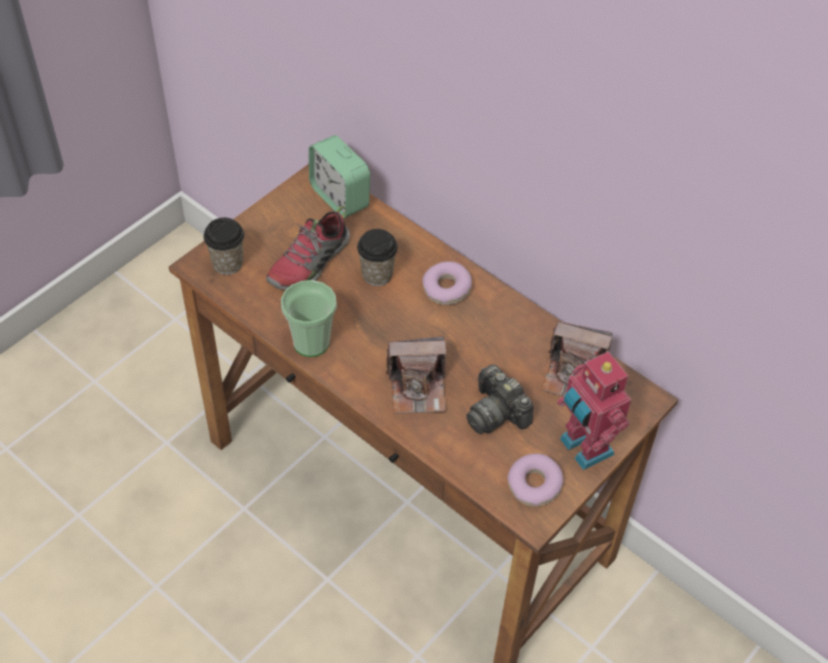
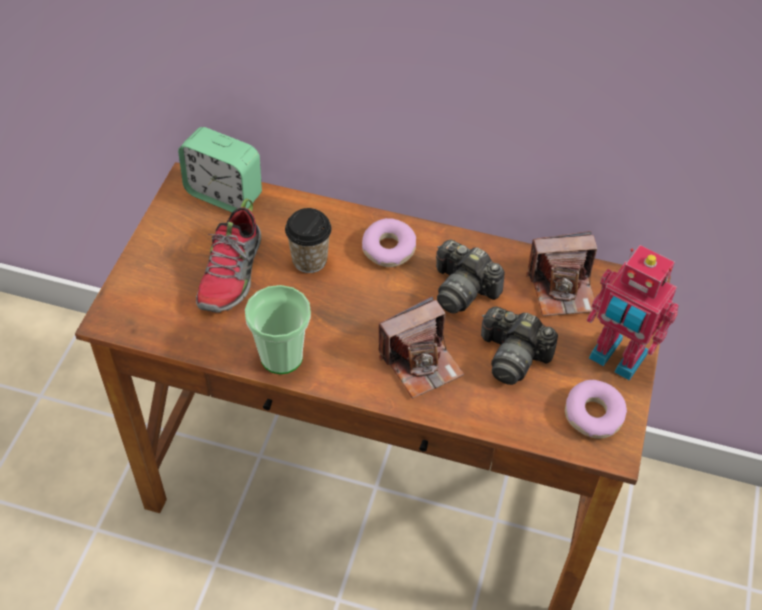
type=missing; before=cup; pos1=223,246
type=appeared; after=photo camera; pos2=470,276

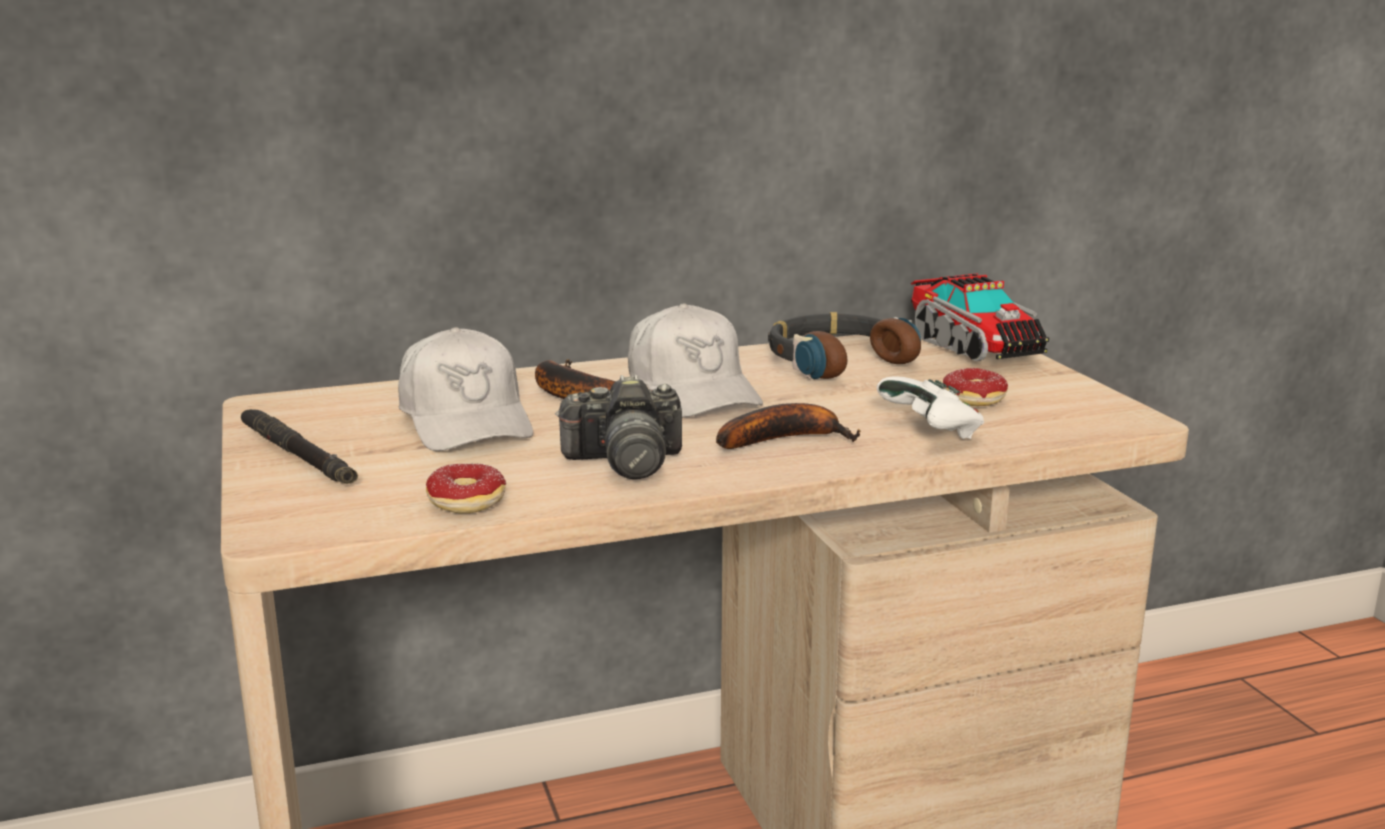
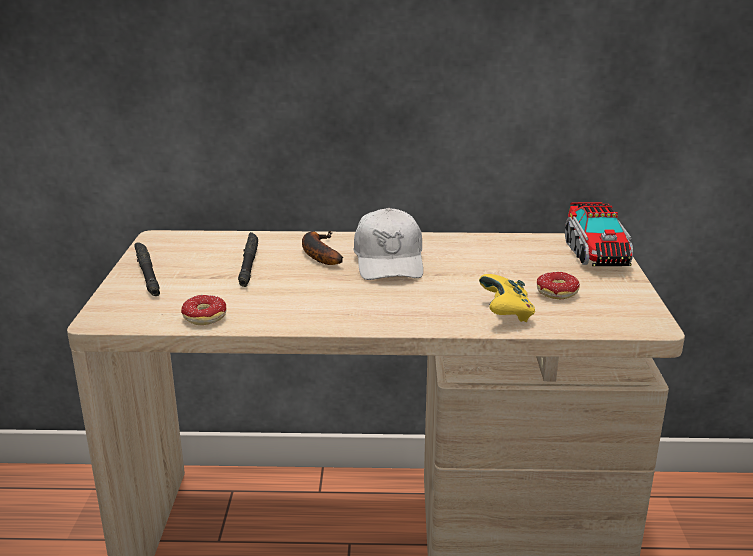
type=missing; before=photo camera; pos1=618,426
type=missing; before=banana; pos1=788,426
type=missing; before=headphones; pos1=844,345
type=exchanged; before=cap/white; after=flashlight/black; pos1=465,389; pos2=248,259
type=colour; before=game controller/white; after=game controller/yellow; pos1=930,407; pos2=507,298

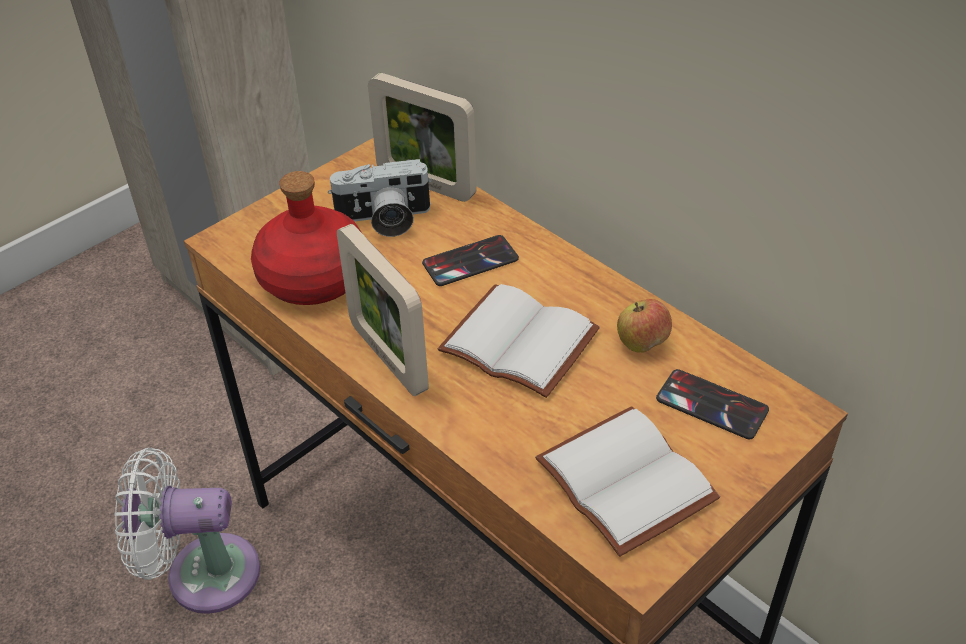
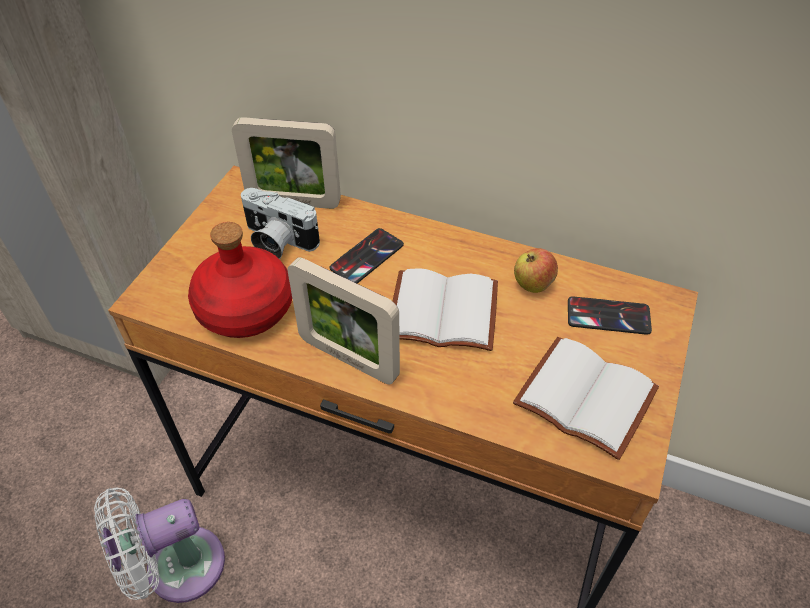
type=spun; before=photo camera; pos1=380,198; pos2=280,223; turn=60

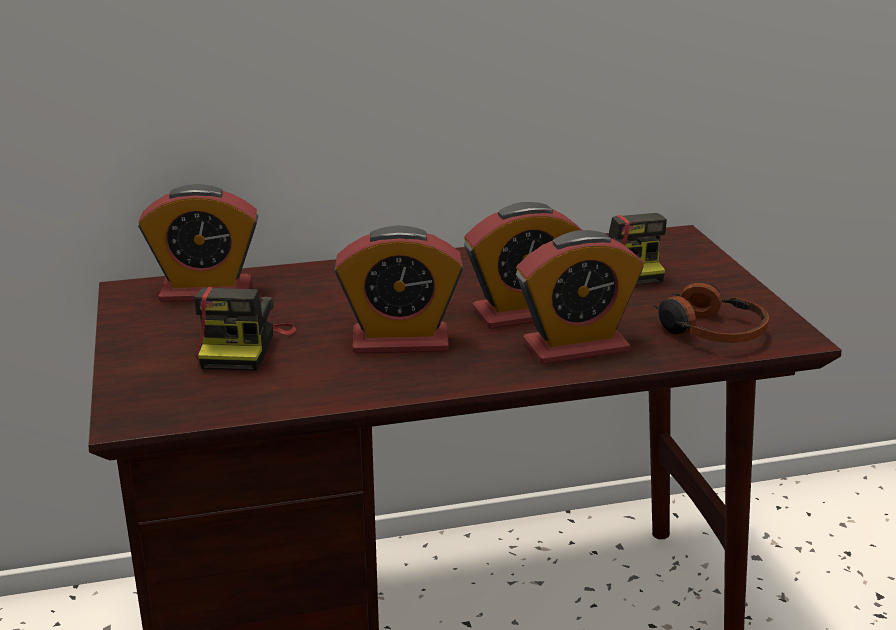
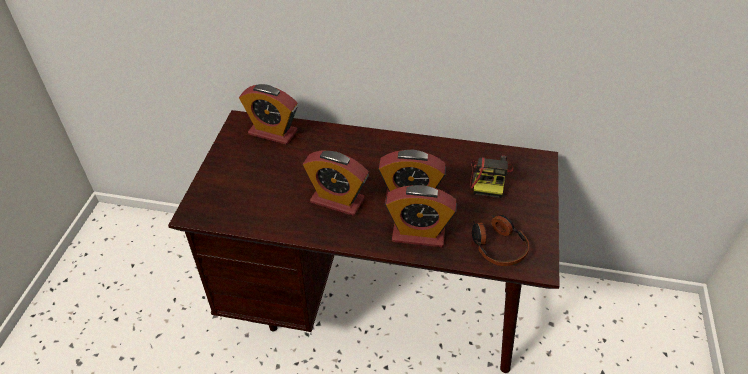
type=missing; before=photo camera; pos1=245,329

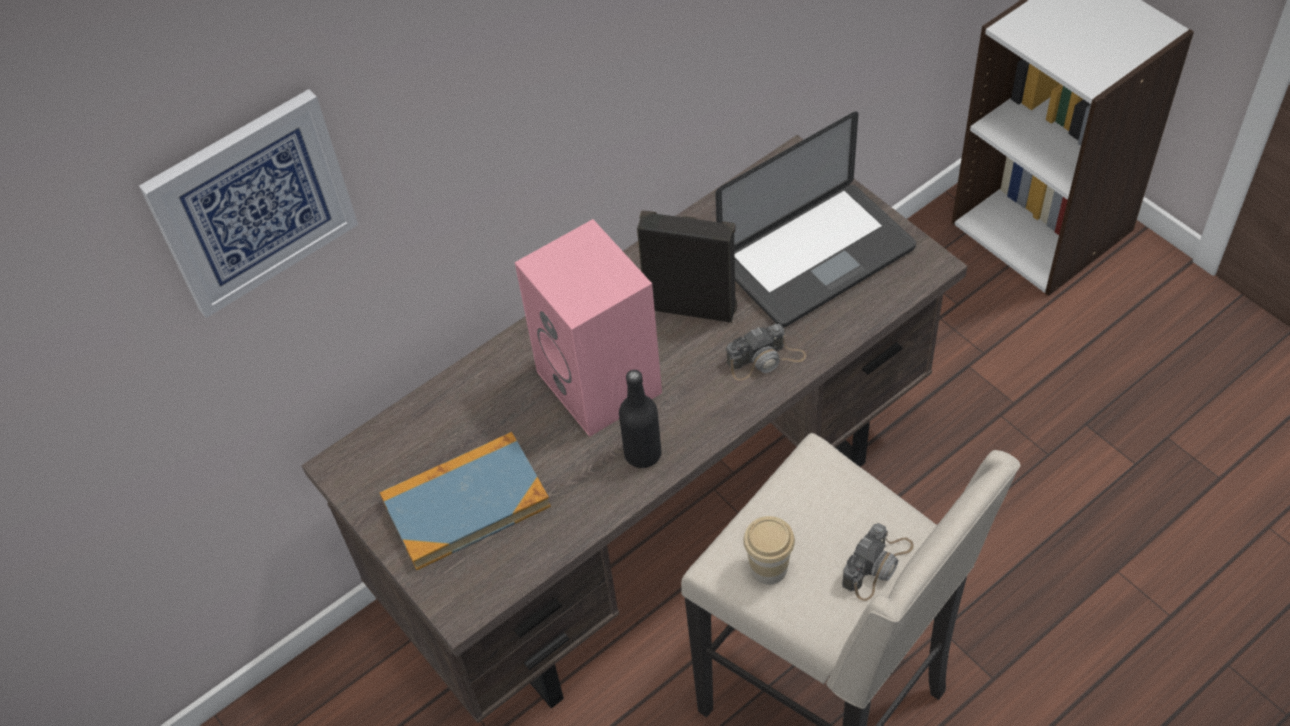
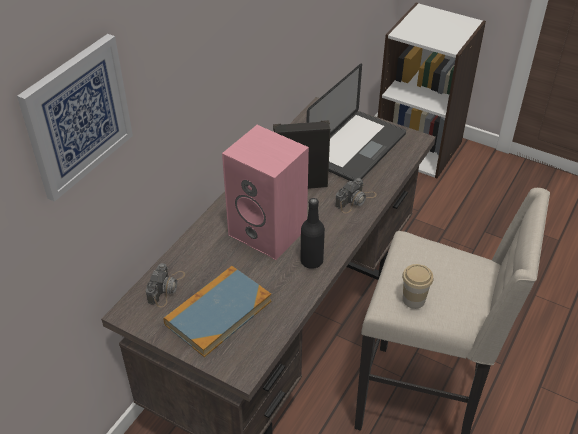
type=relocated; before=photo camera; pos1=878,562; pos2=165,285

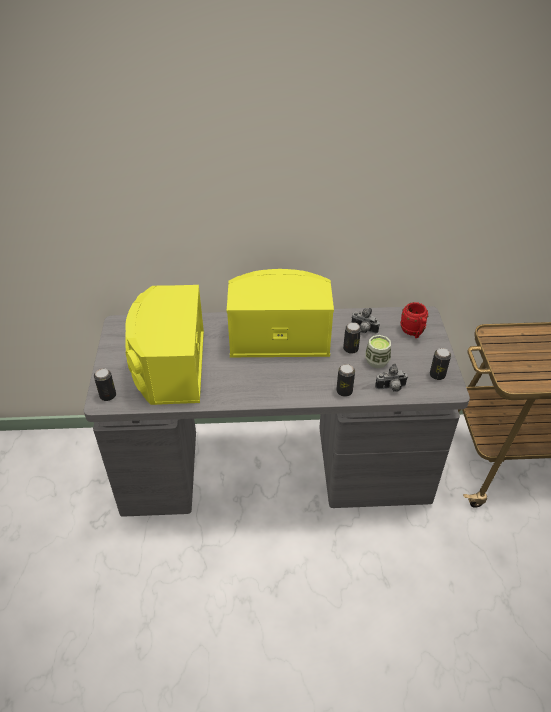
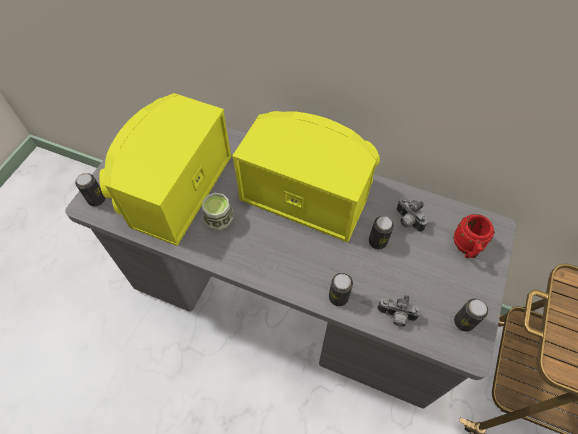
type=relocated; before=cup; pos1=378,351; pos2=217,211

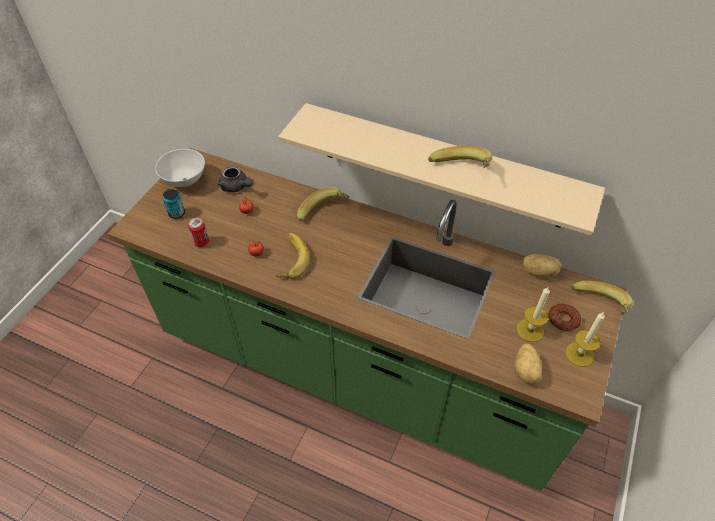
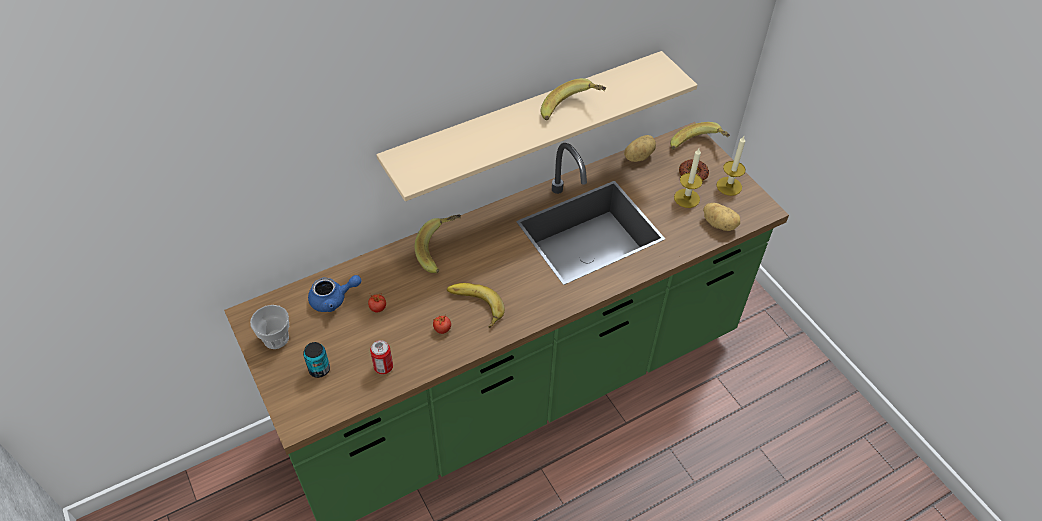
type=exchanged; before=bowl/white; after=cup; pos1=180,168; pos2=269,327
type=colour; before=teapot/grey; after=teapot/blue; pos1=235,179; pos2=335,293

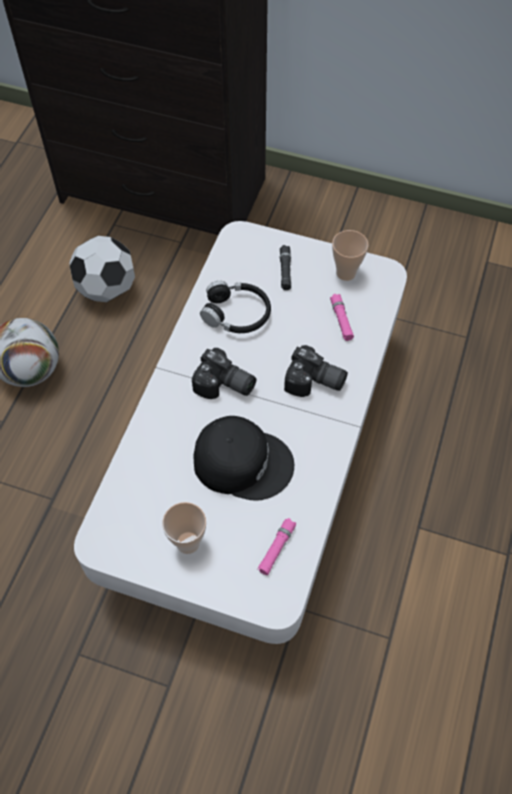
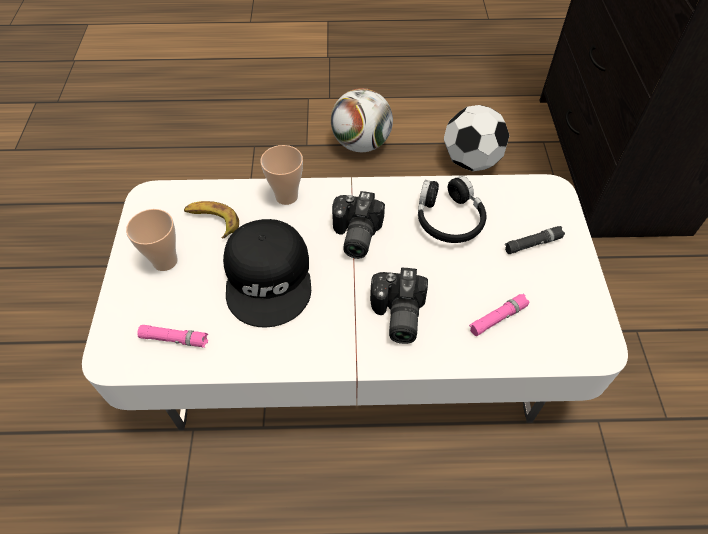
type=appeared; after=banana; pos2=211,219
type=relocated; before=cup; pos1=350,255; pos2=282,175

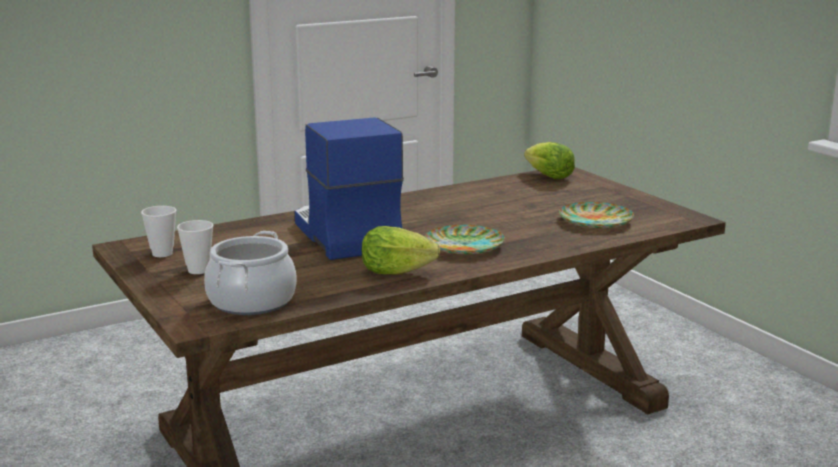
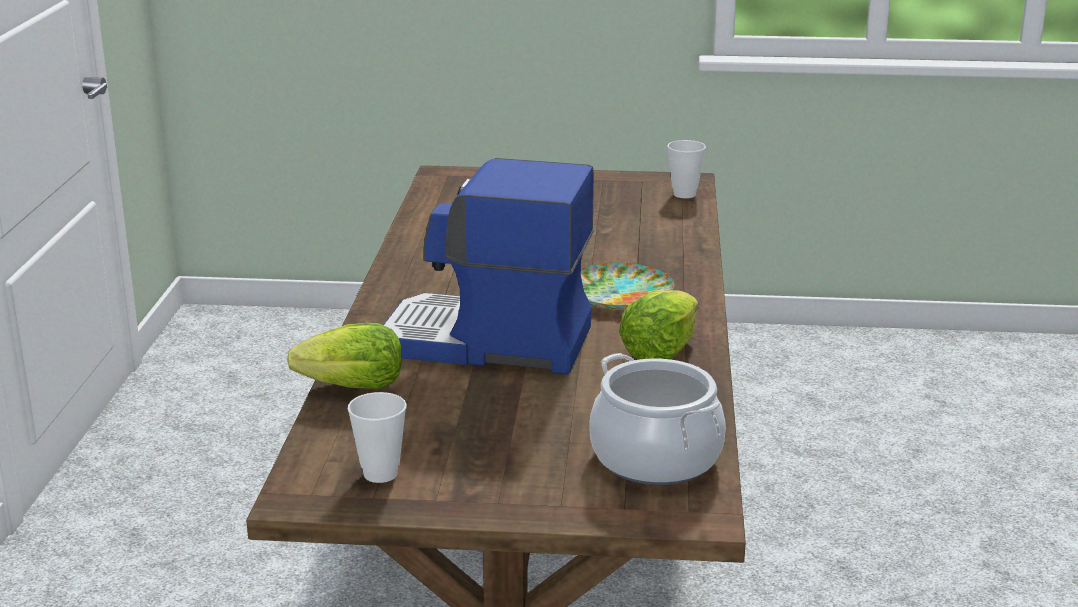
type=missing; before=plate; pos1=596,215
type=relocated; before=cup; pos1=195,247; pos2=686,169
type=relocated; before=lettuce; pos1=549,160; pos2=344,356

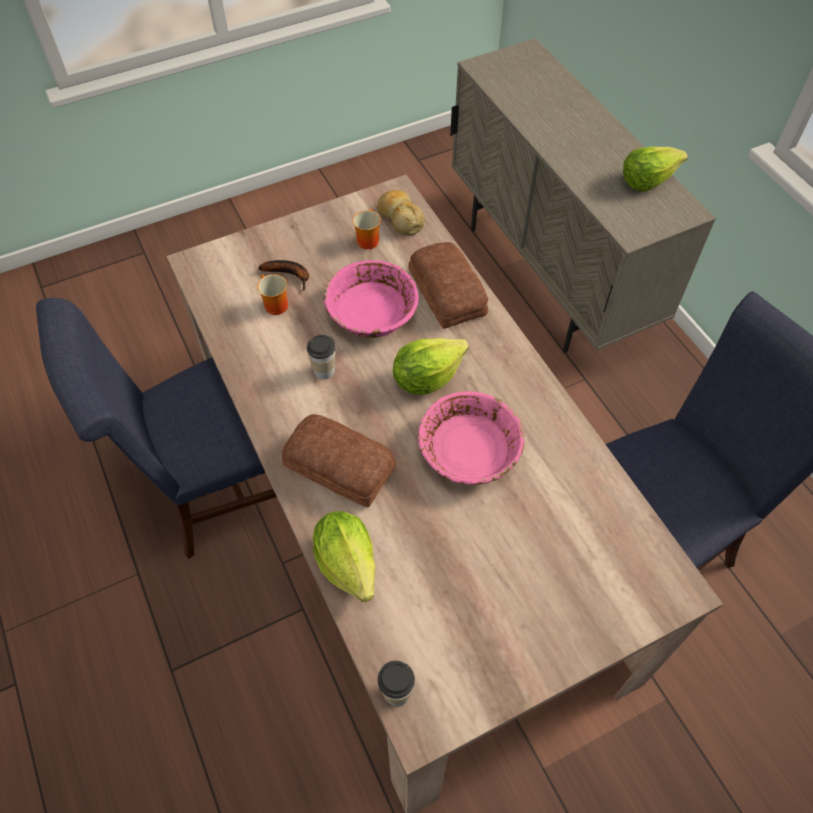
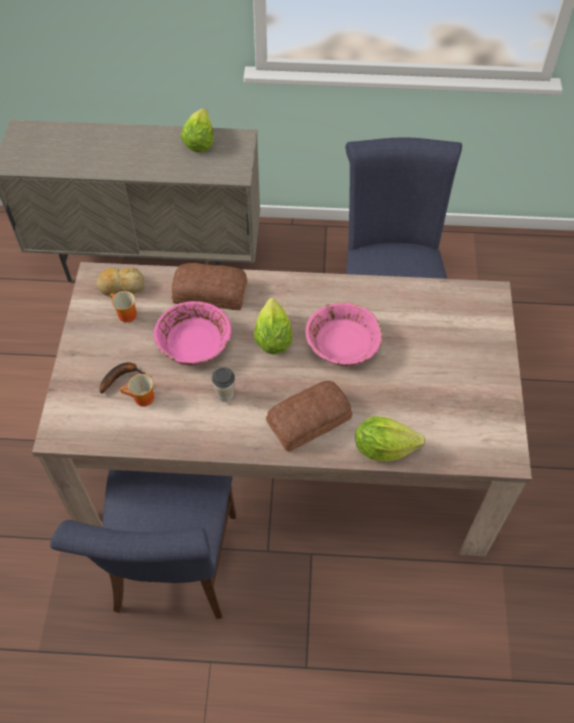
type=missing; before=cup; pos1=396,684

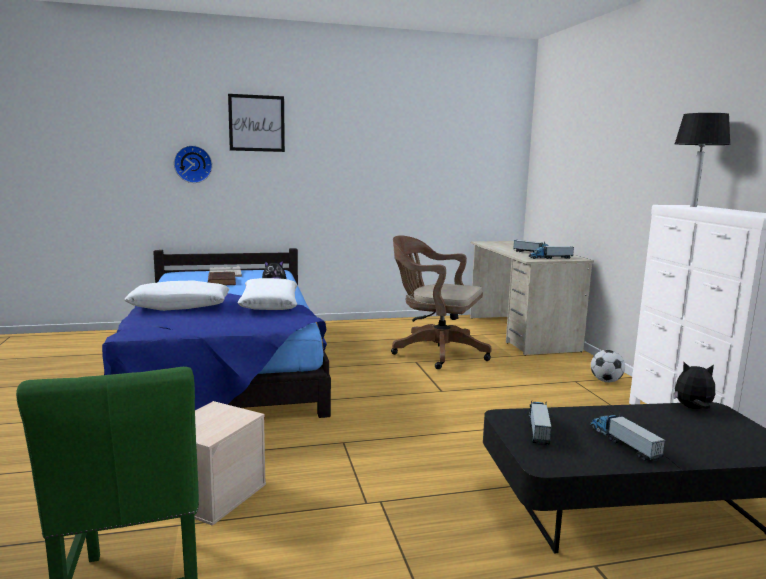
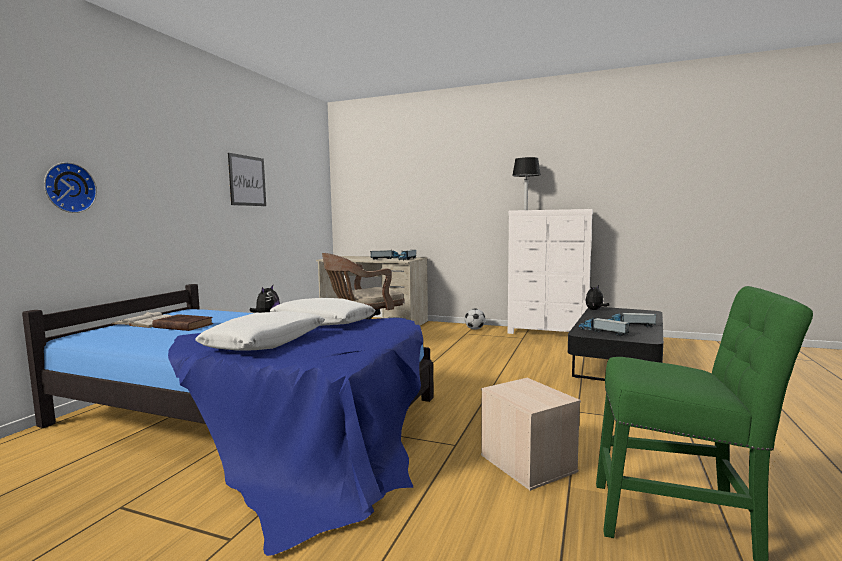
type=relocated; before=picture; pos1=256,123; pos2=247,179

